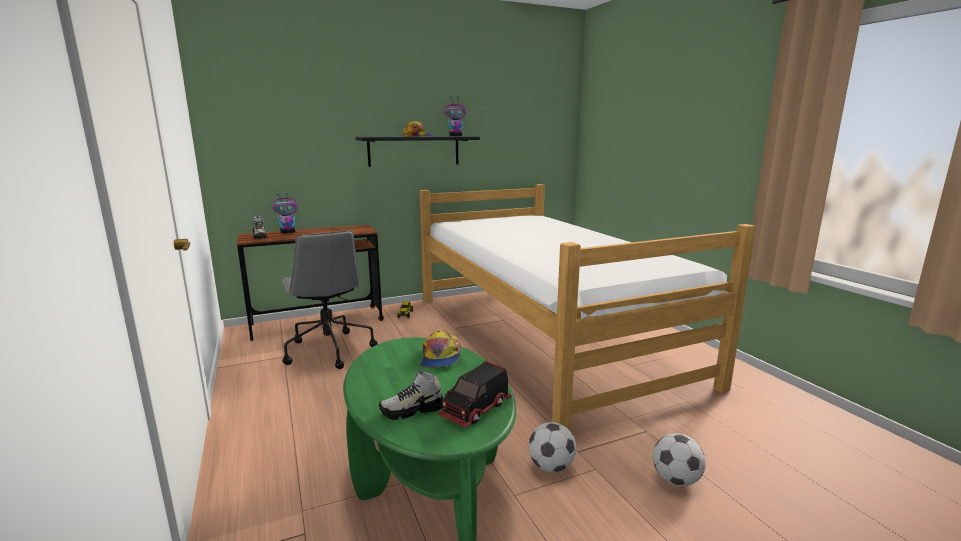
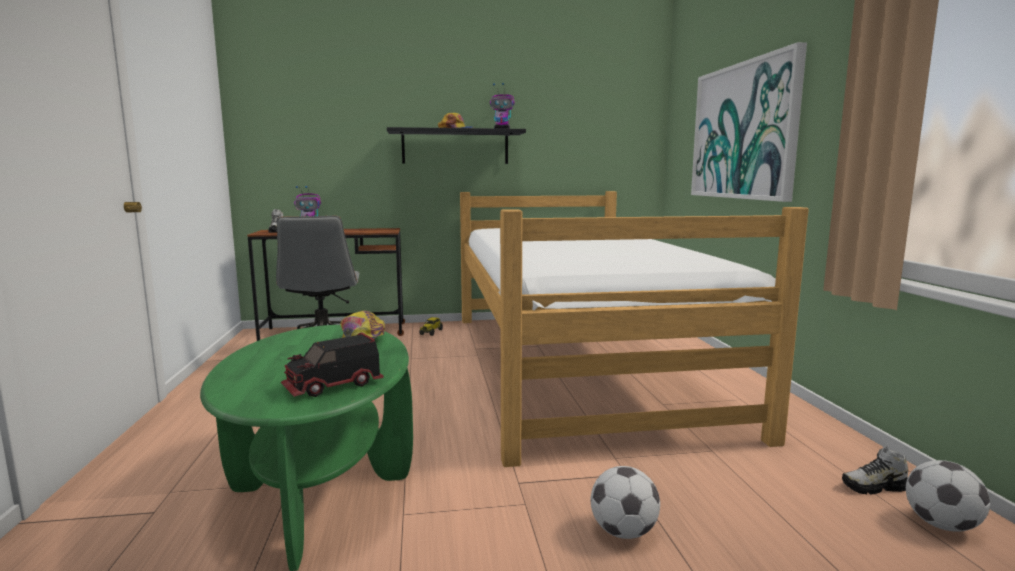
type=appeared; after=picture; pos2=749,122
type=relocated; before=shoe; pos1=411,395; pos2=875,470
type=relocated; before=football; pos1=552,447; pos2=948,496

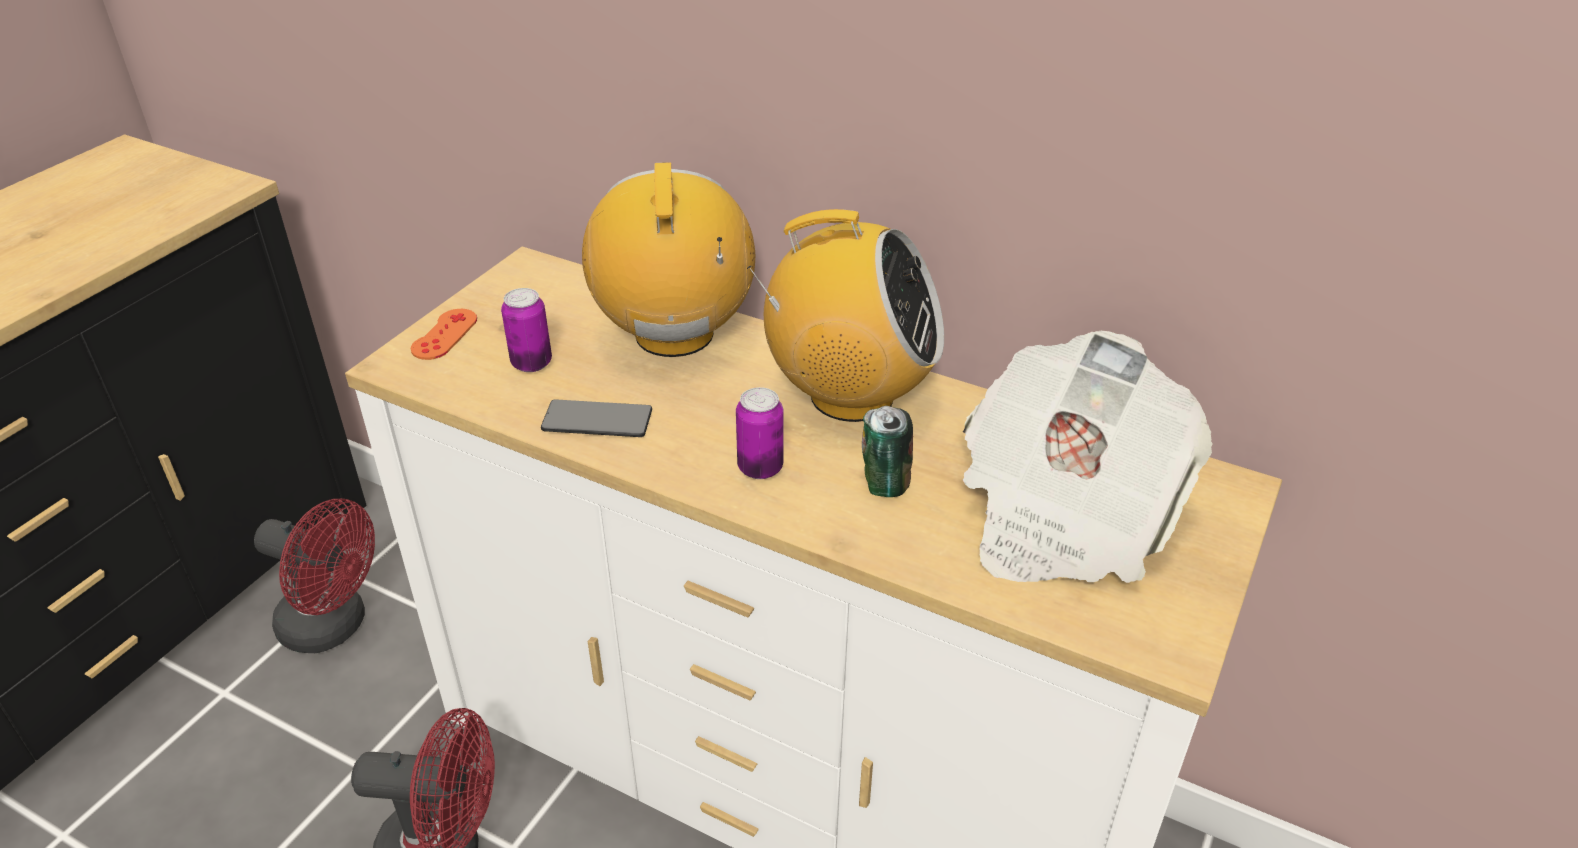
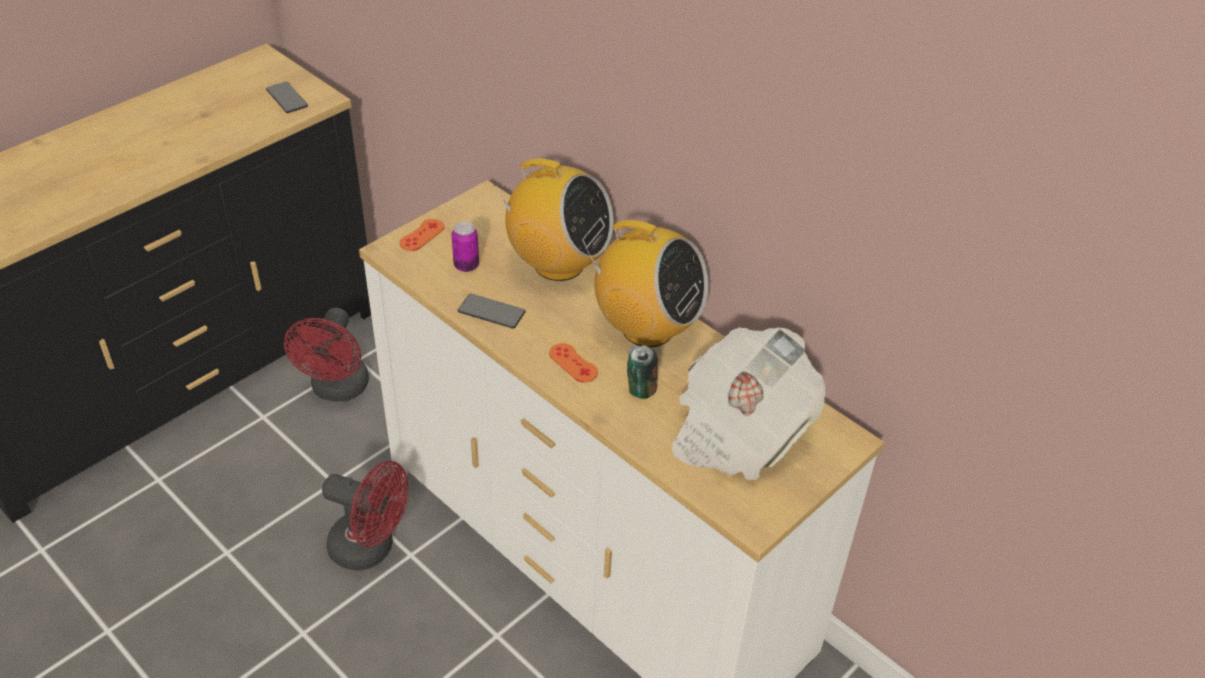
type=appeared; after=phone; pos2=287,97
type=exchanged; before=can; after=game controller/orange; pos1=760,433; pos2=573,362
type=spun; before=fan/red; pos1=314,576; pos2=326,355; turn=60
type=spun; before=radio; pos1=668,259; pos2=553,220; turn=105

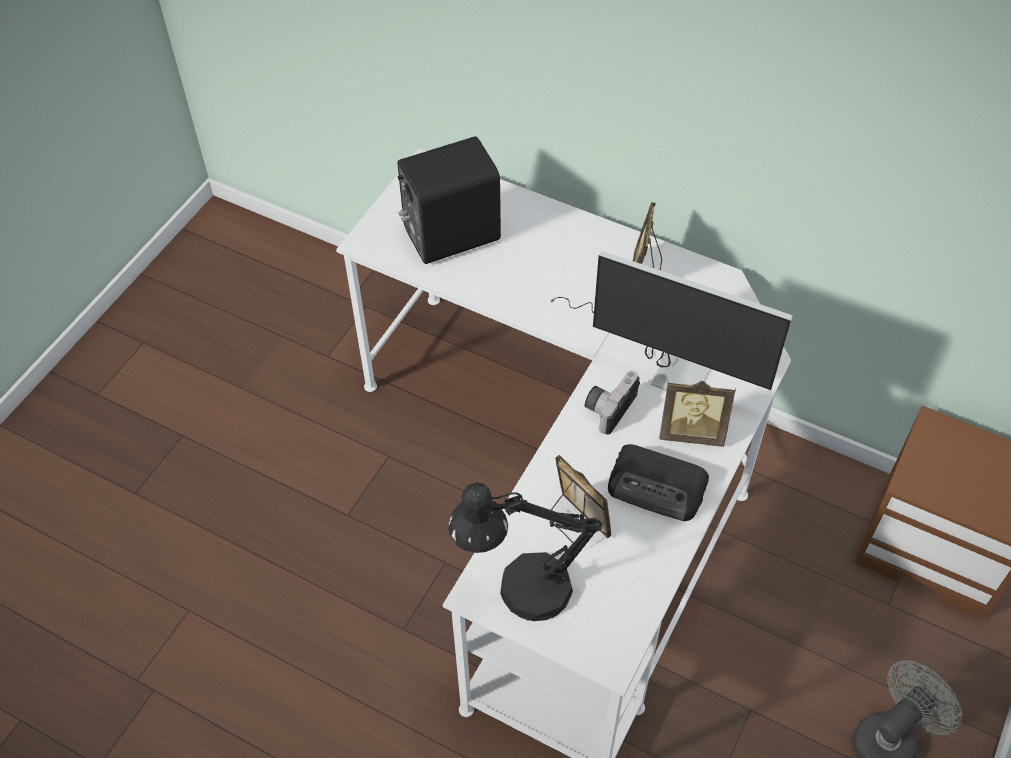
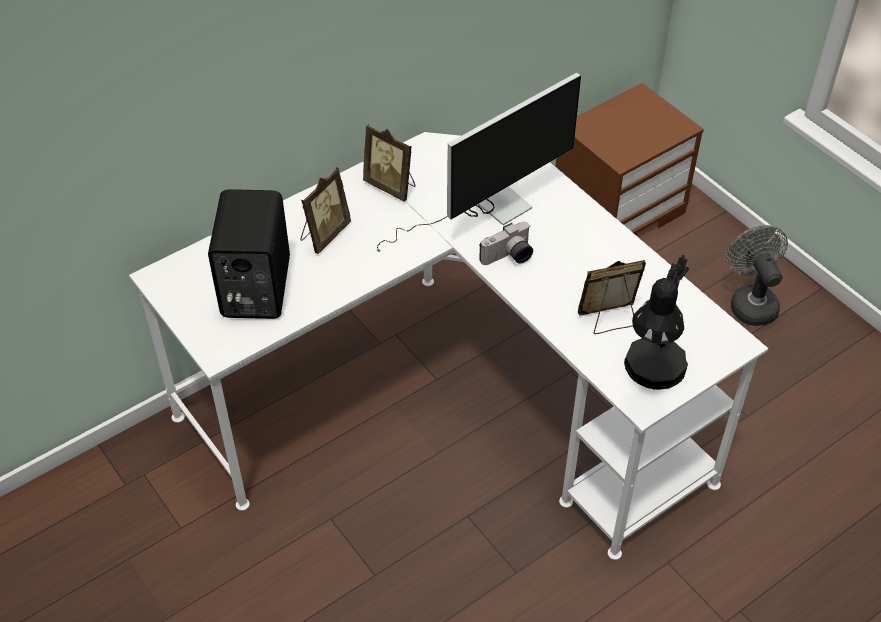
type=missing; before=radio; pos1=658,482
type=relocated; before=picture frame; pos1=697,414; pos2=326,210
type=spun; before=photo camera; pos1=612,403; pos2=506,243; turn=-90

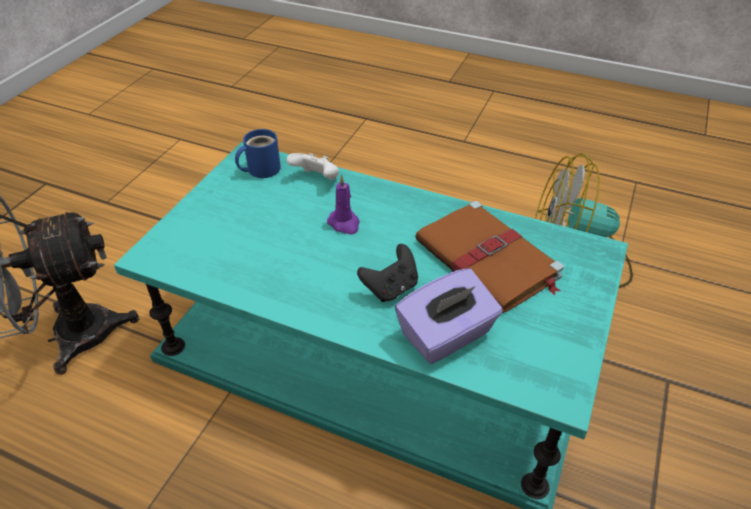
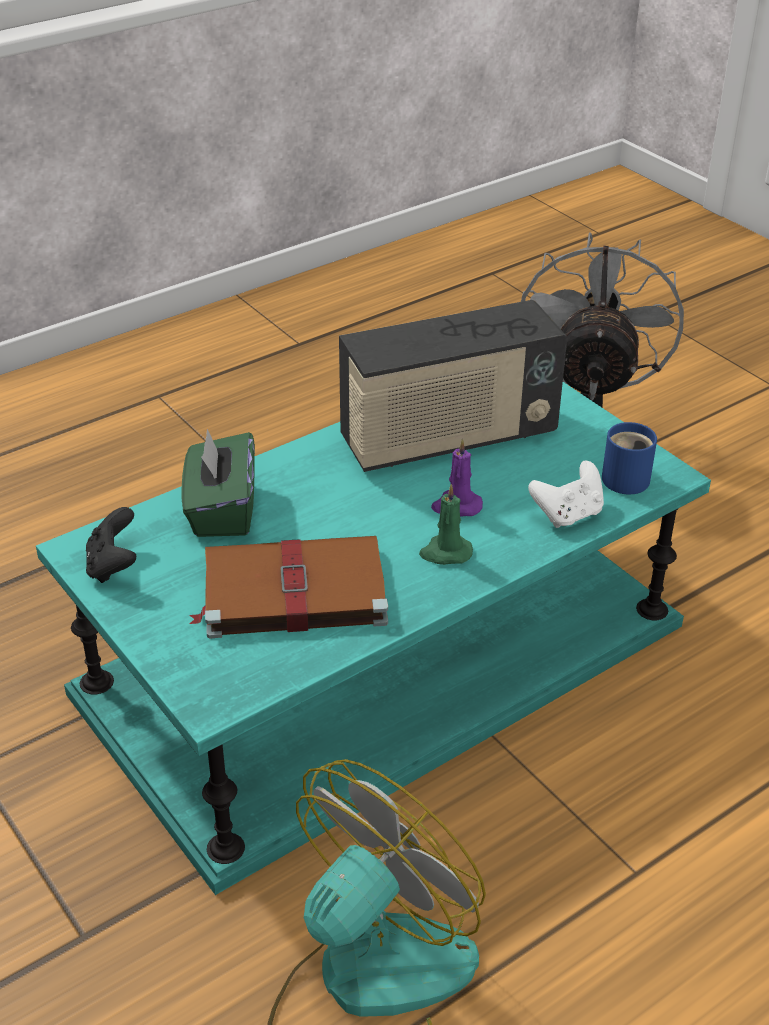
type=appeared; after=radio; pos2=453,386
type=appeared; after=candle/green; pos2=446,524
type=relocated; before=game controller/black; pos1=387,273; pos2=111,545
type=colour; before=tissue box/purple; after=tissue box/green; pos1=449,316; pos2=218,483

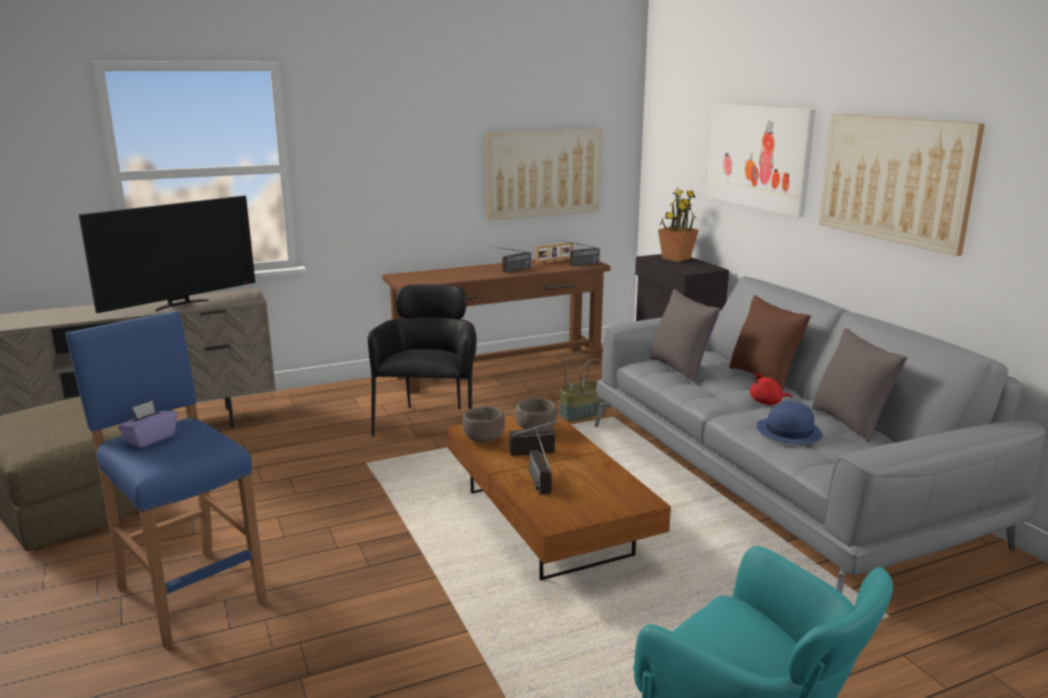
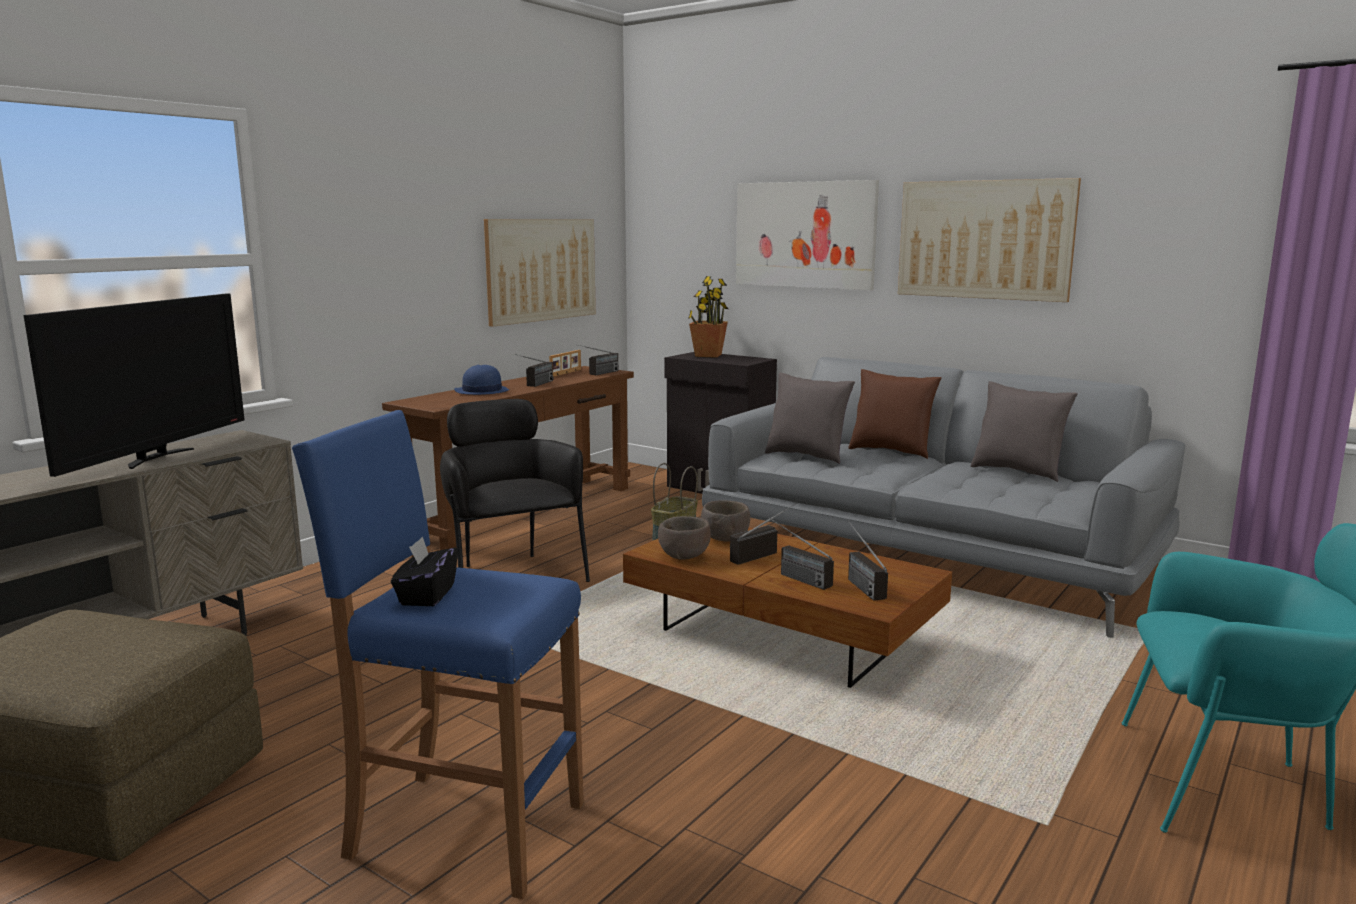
type=missing; before=plush toy/red; pos1=771,389
type=appeared; after=radio; pos2=868,561
type=relocated; before=hat/blue; pos1=790,422; pos2=482,379
type=colour; before=tissue box/purple; after=tissue box/black; pos1=147,424; pos2=424,571

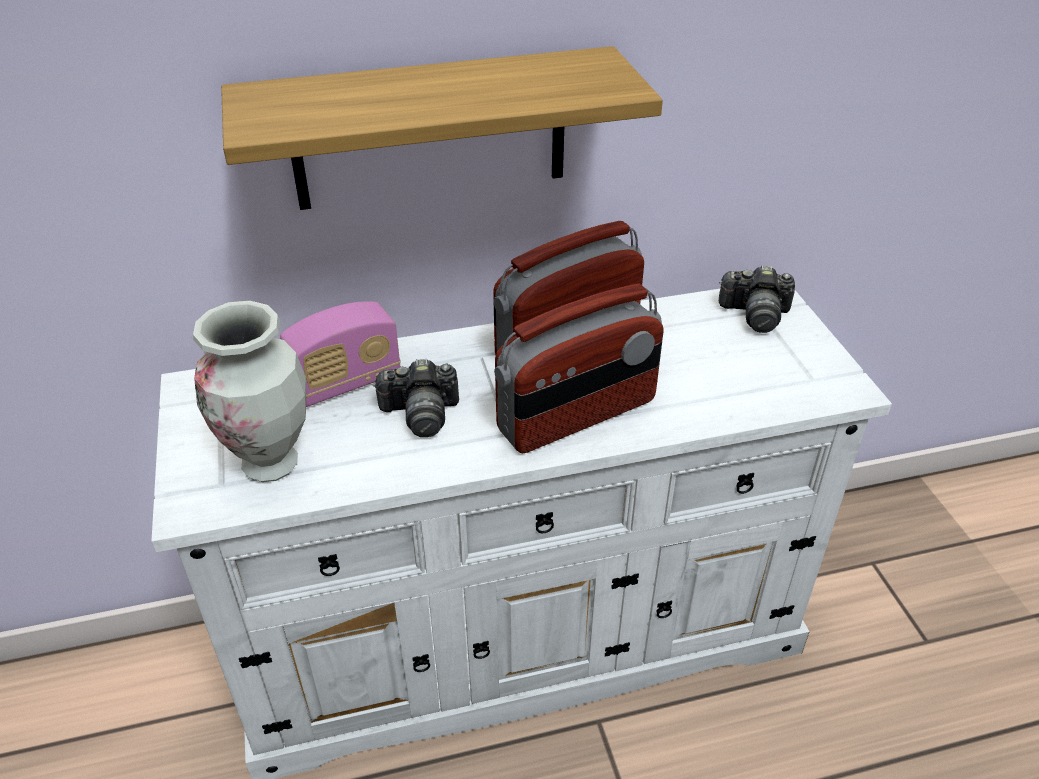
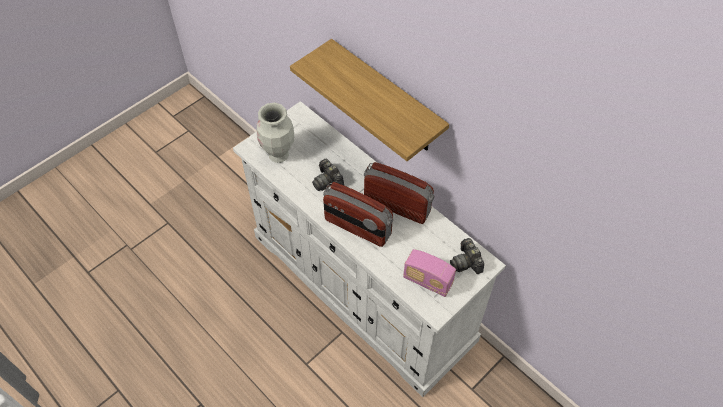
type=relocated; before=radio; pos1=340,354; pos2=429,273

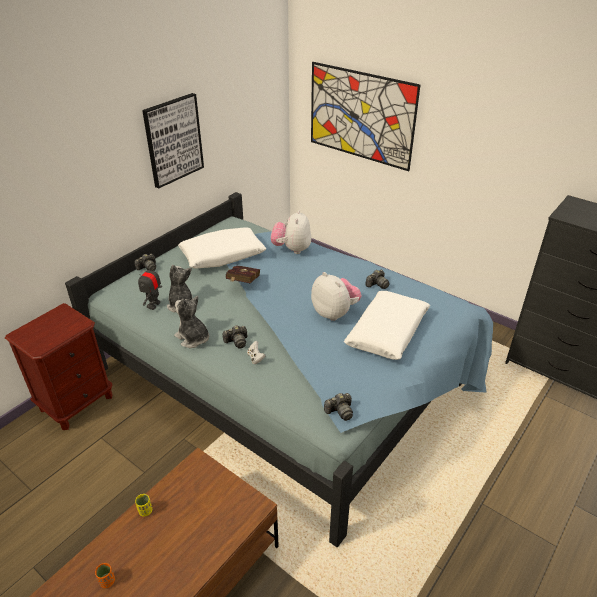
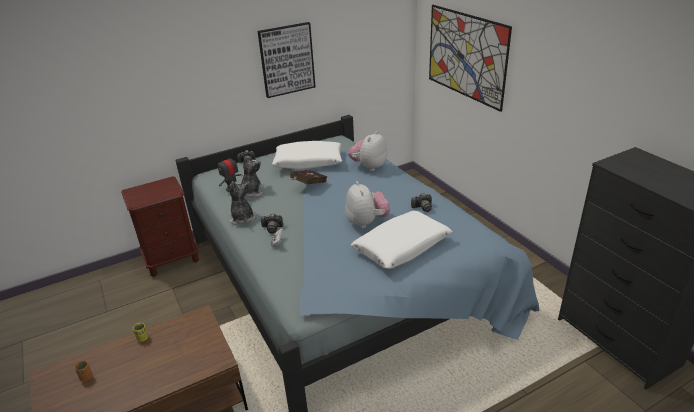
type=missing; before=photo camera; pos1=338,407

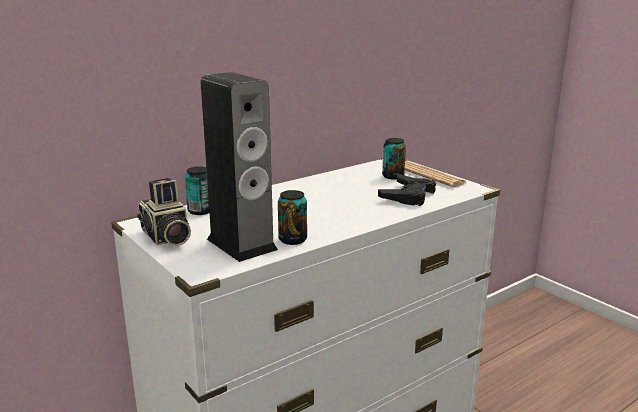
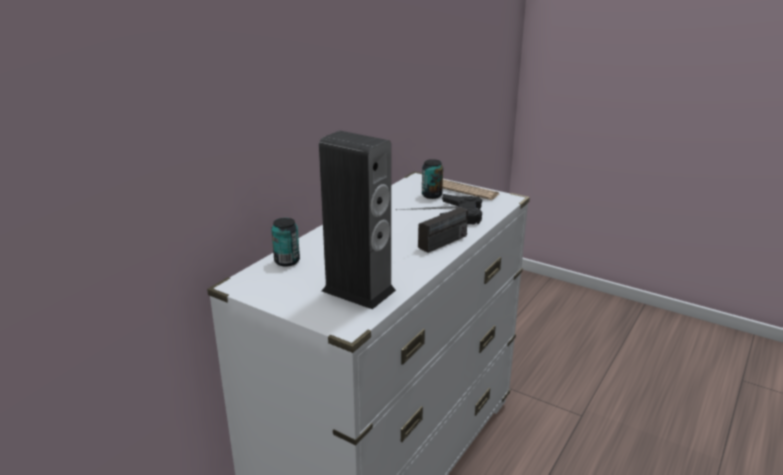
type=missing; before=photo camera; pos1=164,212
type=missing; before=can; pos1=292,217
type=appeared; after=radio; pos2=432,229

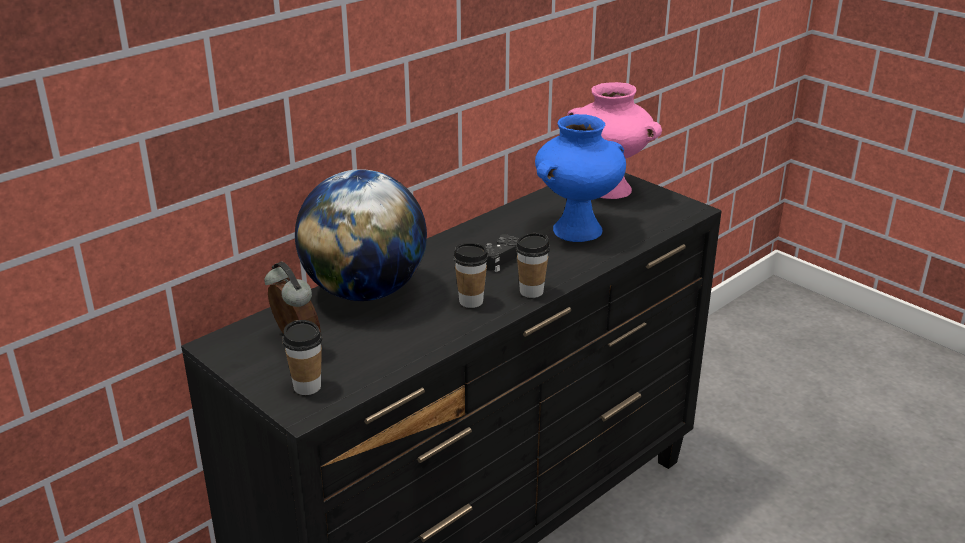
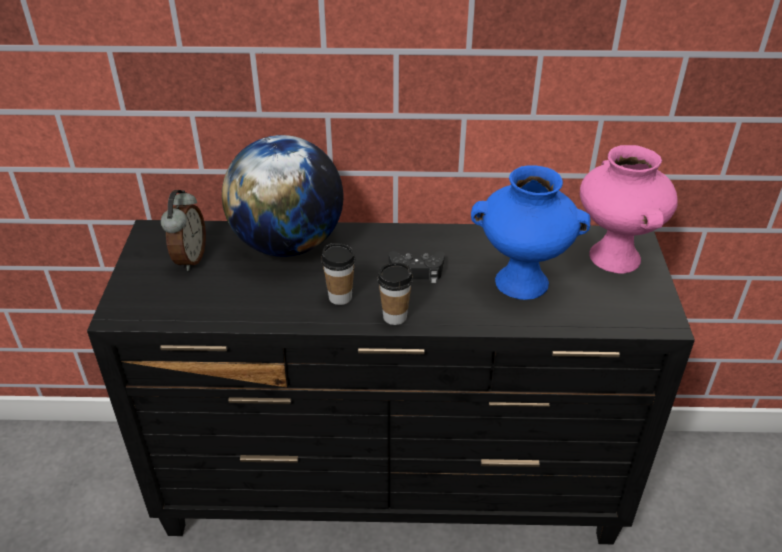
type=missing; before=cup; pos1=302,357

